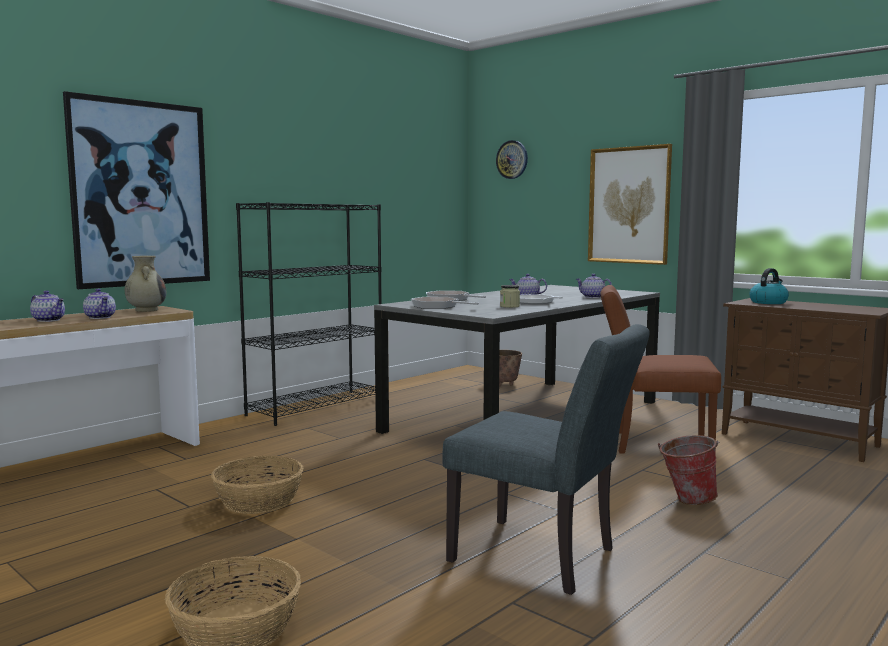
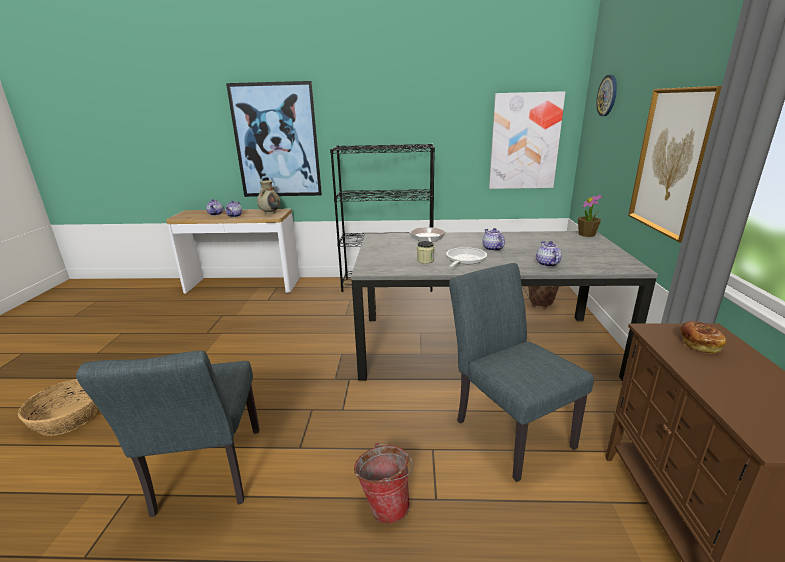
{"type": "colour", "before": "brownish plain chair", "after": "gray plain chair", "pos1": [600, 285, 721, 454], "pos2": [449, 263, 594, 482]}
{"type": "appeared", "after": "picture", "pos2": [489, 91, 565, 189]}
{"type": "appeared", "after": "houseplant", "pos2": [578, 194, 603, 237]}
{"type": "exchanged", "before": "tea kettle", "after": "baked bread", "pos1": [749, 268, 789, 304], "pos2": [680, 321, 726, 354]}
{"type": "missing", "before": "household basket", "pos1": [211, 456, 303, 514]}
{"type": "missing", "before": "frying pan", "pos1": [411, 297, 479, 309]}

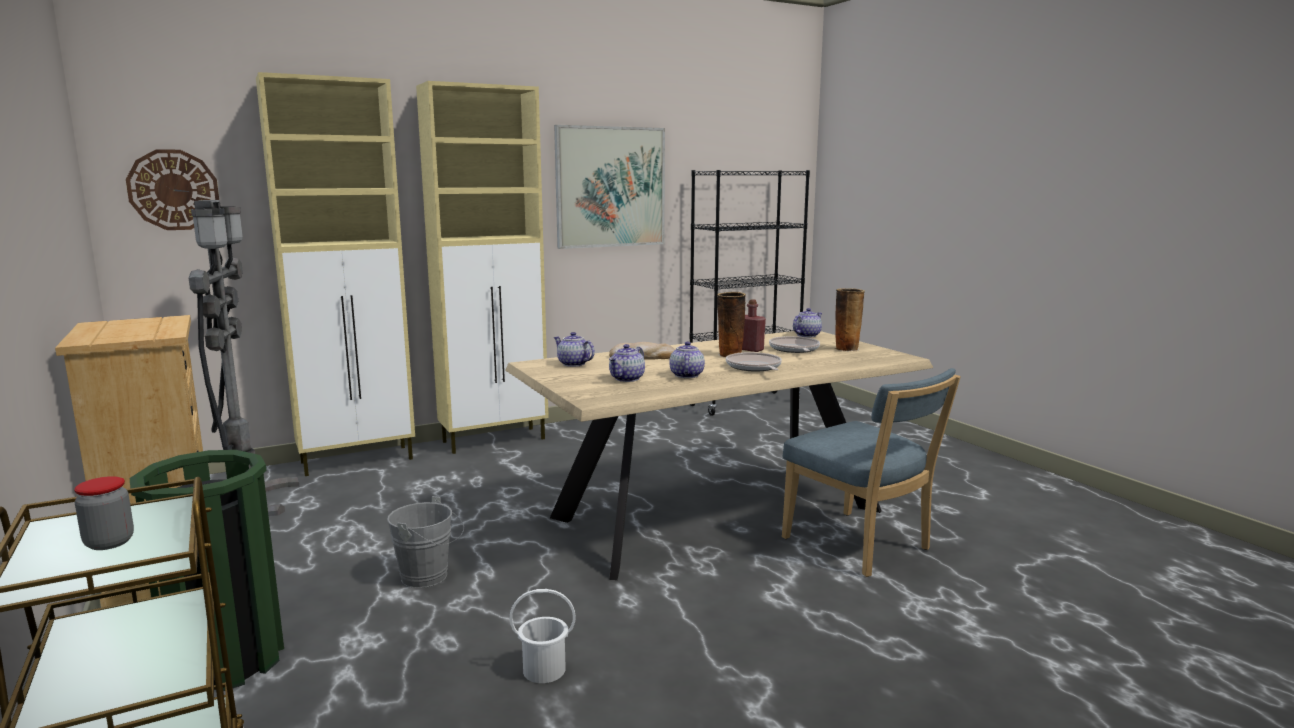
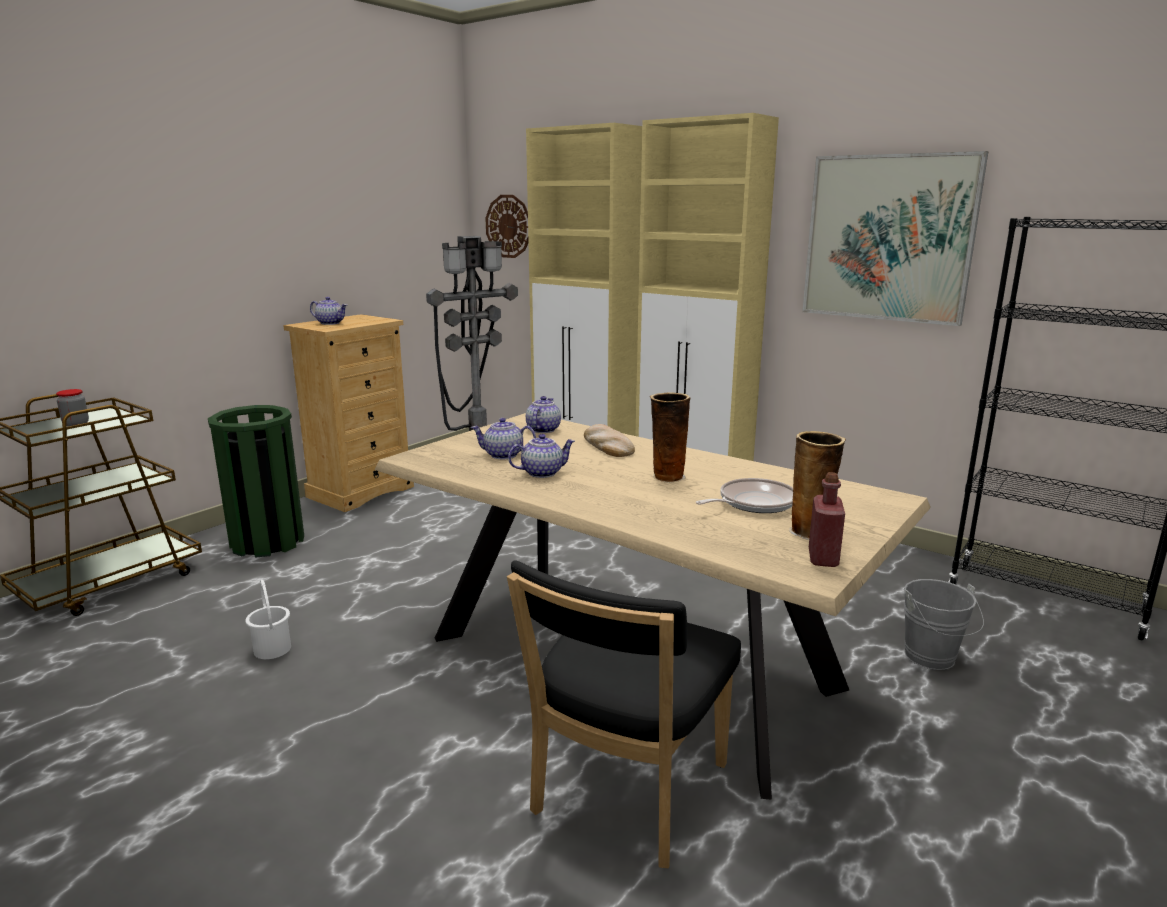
{"type": "relocated", "before": "tea pot", "pos1": [793, 308, 822, 337], "pos2": [310, 297, 347, 325]}
{"type": "colour", "before": "bluish plain chair", "after": "black-coloured plain chair", "pos1": [782, 368, 961, 577], "pos2": [507, 561, 741, 868]}
{"type": "relocated", "before": "red beverage bottle", "pos1": [742, 299, 766, 352], "pos2": [809, 472, 845, 567]}
{"type": "relocated", "before": "gray bucket", "pos1": [387, 496, 464, 588], "pos2": [904, 579, 984, 670]}
{"type": "missing", "before": "frying pan", "pos1": [726, 352, 782, 371]}

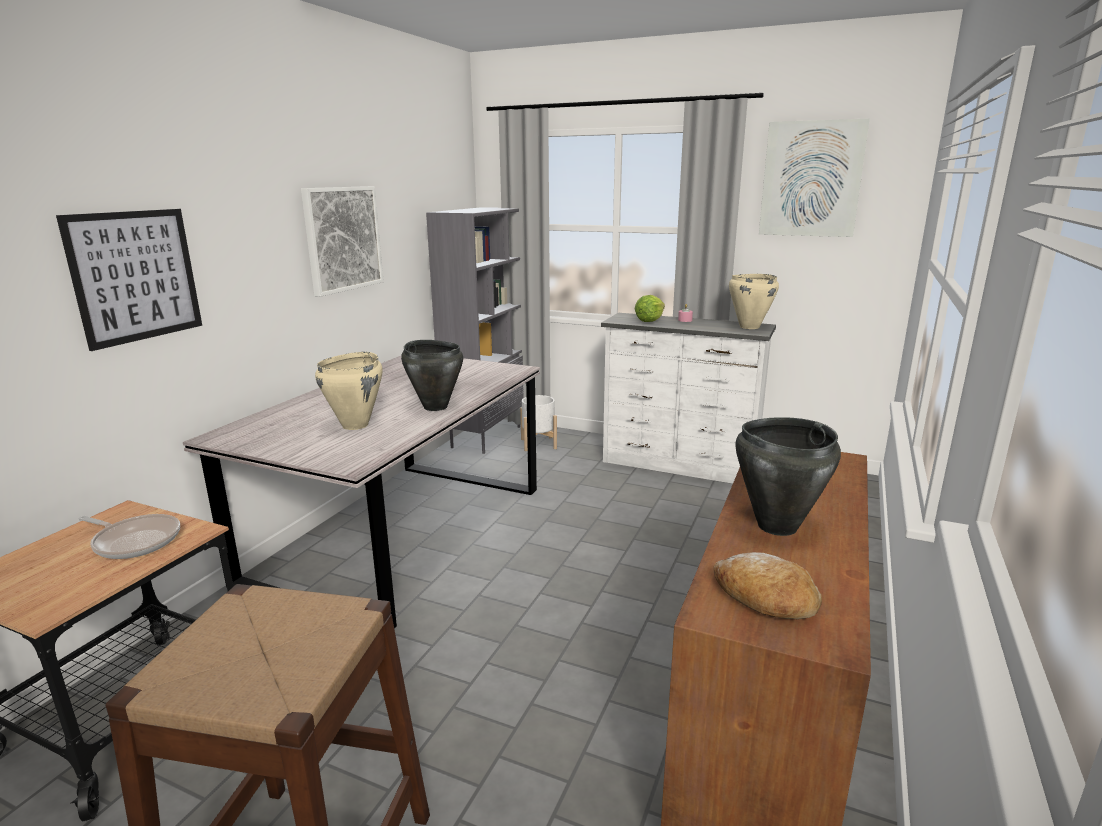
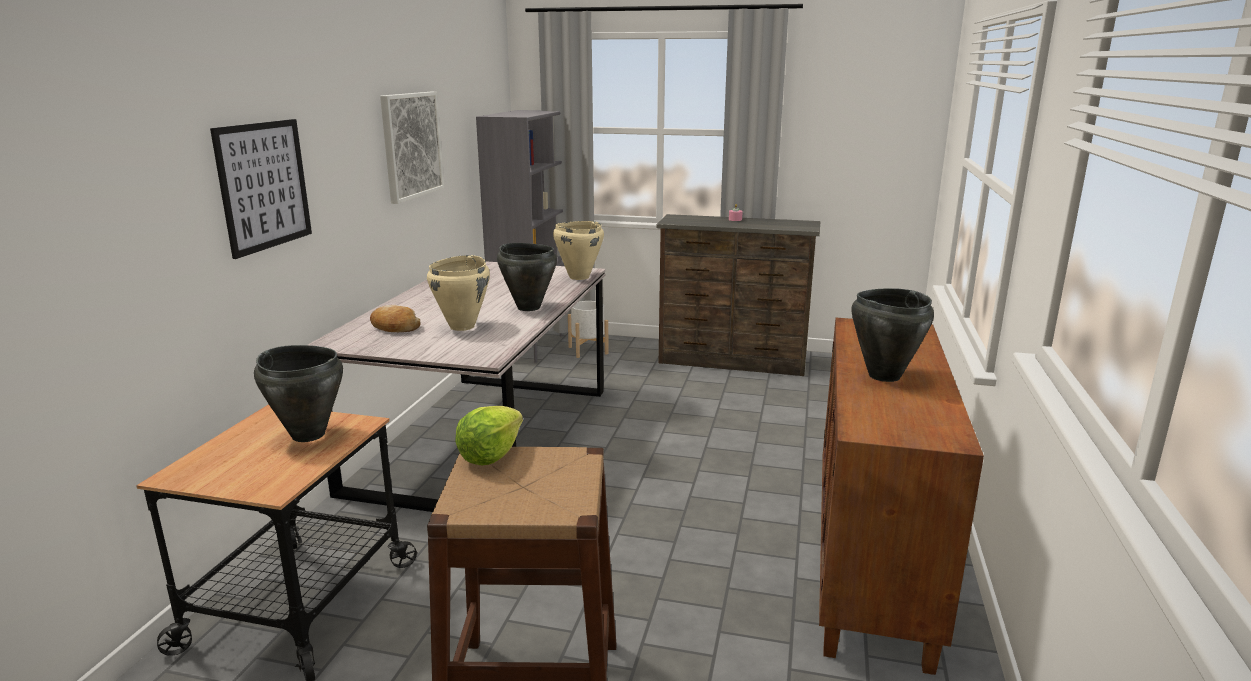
{"type": "exchanged", "before": "frying pan", "after": "black-coloured saucepot", "pos1": [78, 514, 180, 559], "pos2": [254, 345, 343, 442]}
{"type": "relocated", "before": "baked bread", "pos1": [714, 552, 822, 620], "pos2": [370, 305, 420, 332]}
{"type": "relocated", "before": "lettuce", "pos1": [635, 295, 665, 322], "pos2": [455, 406, 523, 465]}
{"type": "relocated", "before": "beige-coloured saucepot", "pos1": [729, 274, 779, 329], "pos2": [553, 221, 604, 280]}
{"type": "colour", "before": "whitish dresser", "after": "brownish dresser", "pos1": [601, 313, 776, 484], "pos2": [656, 214, 821, 376]}
{"type": "missing", "before": "picture", "pos1": [759, 118, 870, 237]}

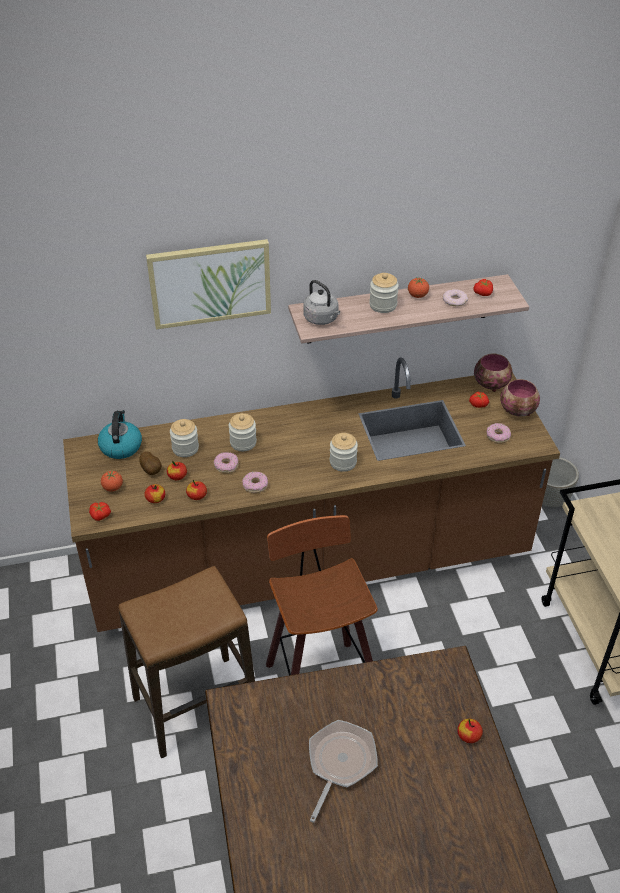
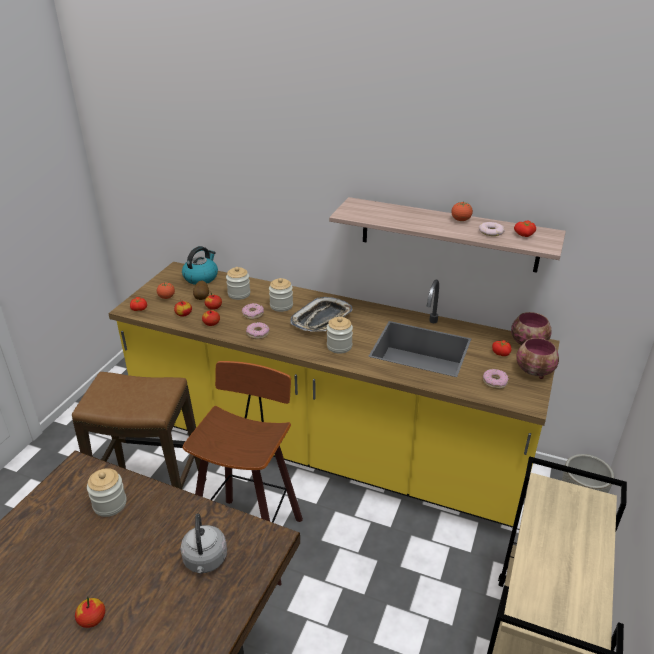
{"type": "relocated", "before": "apple", "pos1": [457, 719, 483, 743], "pos2": [75, 597, 105, 628]}
{"type": "relocated", "before": "storage jar", "pos1": [369, 273, 399, 313], "pos2": [87, 468, 127, 517]}
{"type": "colour", "before": "brownish kitchen counter", "after": "yellow-coloured kitchen counter", "pos1": [63, 357, 560, 632], "pos2": [108, 262, 560, 528]}
{"type": "relocated", "before": "gray tea kettle", "pos1": [303, 280, 340, 325], "pos2": [180, 513, 227, 574]}
{"type": "appeared", "after": "carrying tray", "pos2": [290, 297, 352, 332]}
{"type": "missing", "before": "picture", "pos1": [146, 239, 271, 330]}
{"type": "missing", "before": "frying pan", "pos1": [309, 720, 378, 823]}

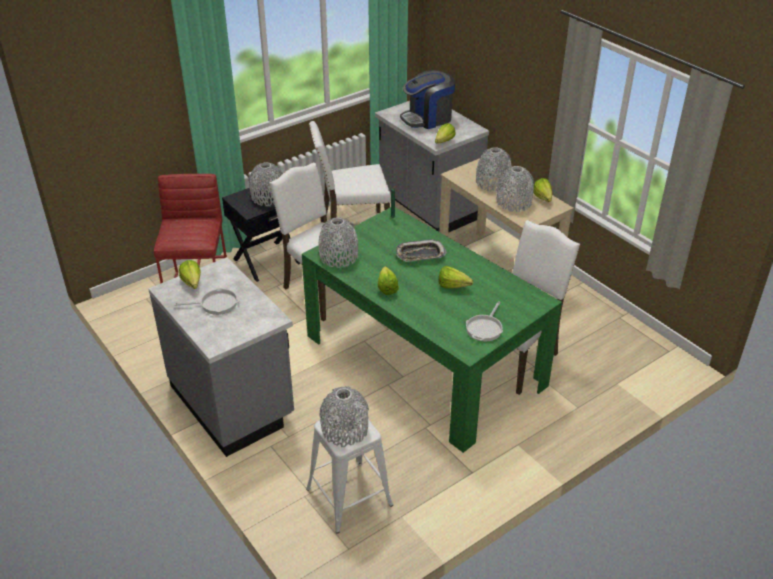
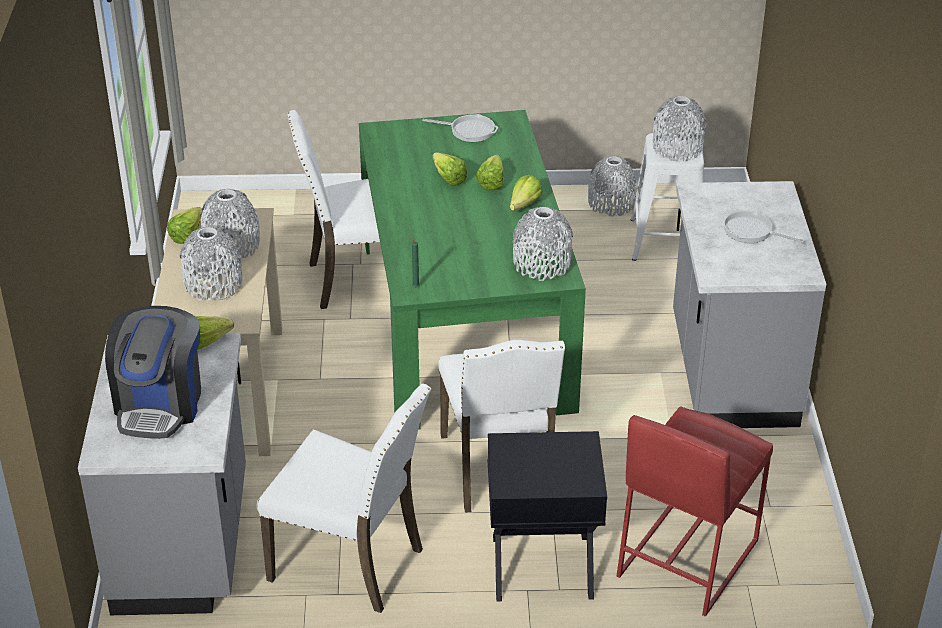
{"type": "spun", "before": "coffee machine", "pos1": [400, 70, 455, 129], "pos2": [105, 306, 201, 439], "turn": 90}
{"type": "spun", "before": "frying pan", "pos1": [466, 301, 503, 342], "pos2": [422, 114, 498, 142], "turn": 45}
{"type": "relocated", "before": "lettuce", "pos1": [179, 260, 201, 289], "pos2": [476, 155, 504, 190]}
{"type": "relocated", "before": "gray flower vase", "pos1": [249, 162, 283, 207], "pos2": [588, 156, 636, 216]}
{"type": "missing", "before": "carrying tray", "pos1": [396, 239, 447, 262]}

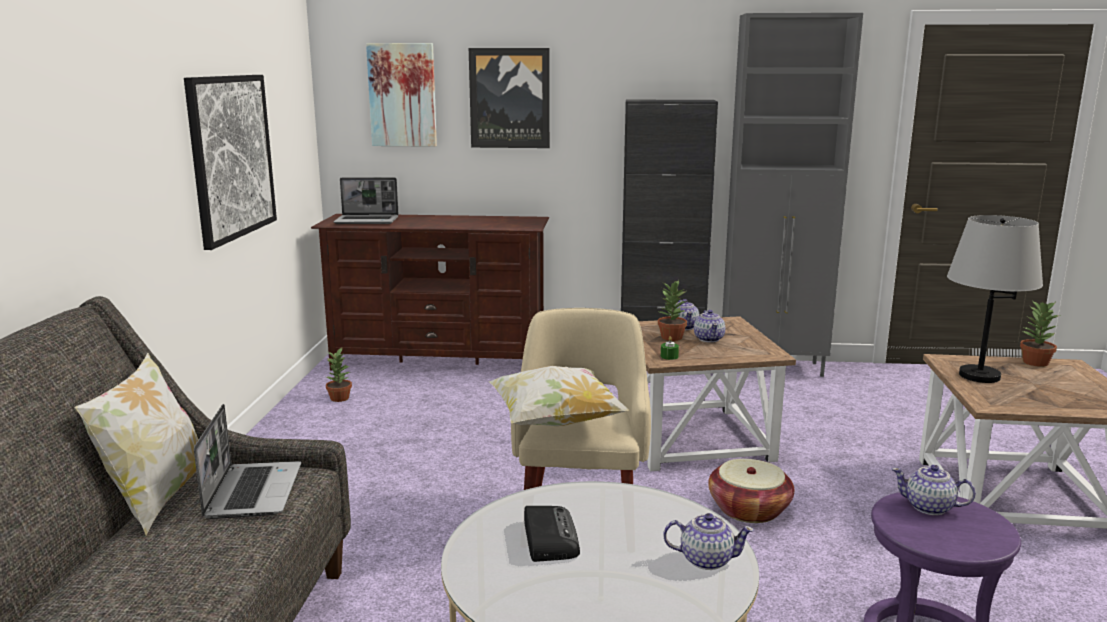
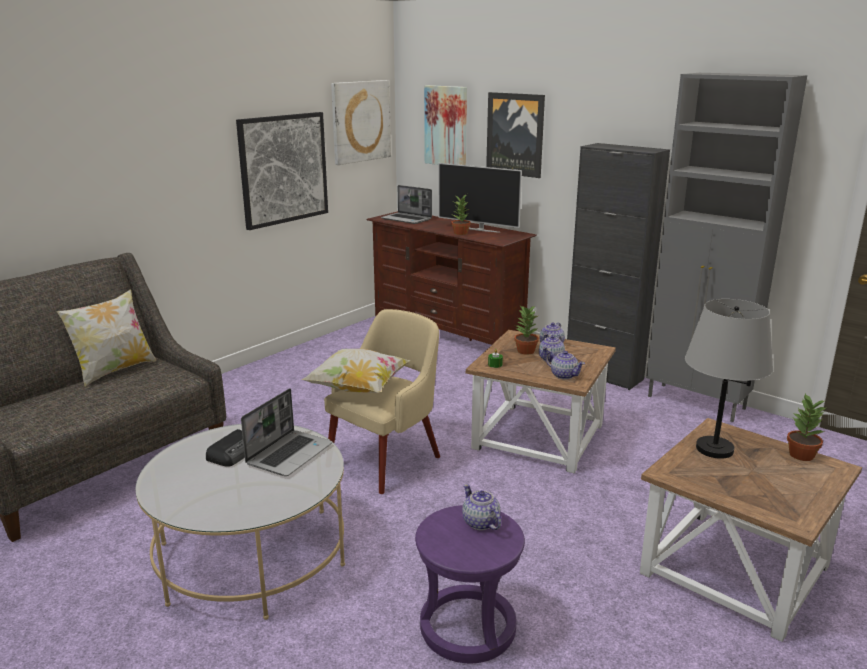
{"type": "relocated", "before": "laptop", "pos1": [194, 404, 301, 519], "pos2": [241, 388, 332, 476]}
{"type": "appeared", "after": "picture", "pos2": [331, 80, 391, 165]}
{"type": "appeared", "after": "TV set", "pos2": [438, 163, 522, 233]}
{"type": "relocated", "before": "houseplant", "pos1": [326, 348, 352, 402], "pos2": [451, 194, 471, 235]}
{"type": "relocated", "before": "tea pot", "pos1": [663, 513, 754, 570], "pos2": [546, 351, 585, 379]}
{"type": "missing", "before": "household basket", "pos1": [708, 459, 794, 523]}

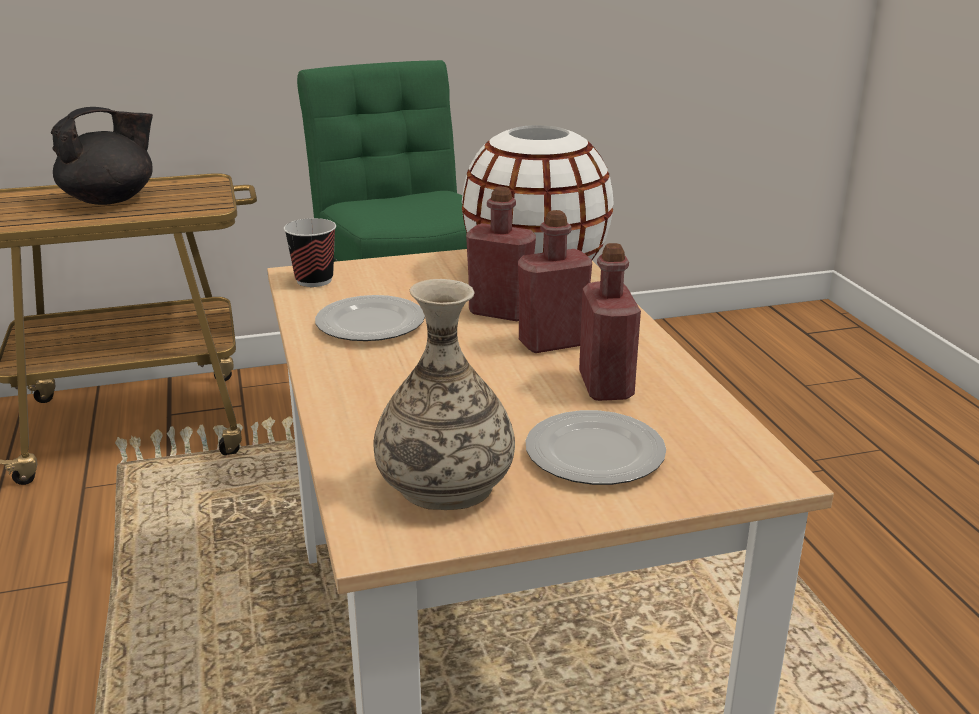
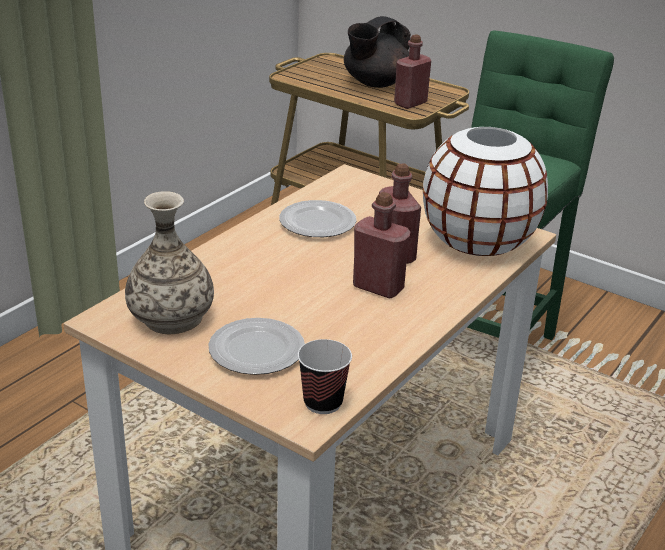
{"type": "relocated", "before": "drinking cup", "pos1": [284, 218, 336, 287], "pos2": [298, 339, 352, 414]}
{"type": "spun", "before": "black-coloured tea pot", "pos1": [51, 107, 153, 205], "pos2": [344, 16, 411, 88], "turn": 120}
{"type": "relocated", "before": "red beverage bottle", "pos1": [579, 243, 641, 401], "pos2": [394, 34, 431, 109]}

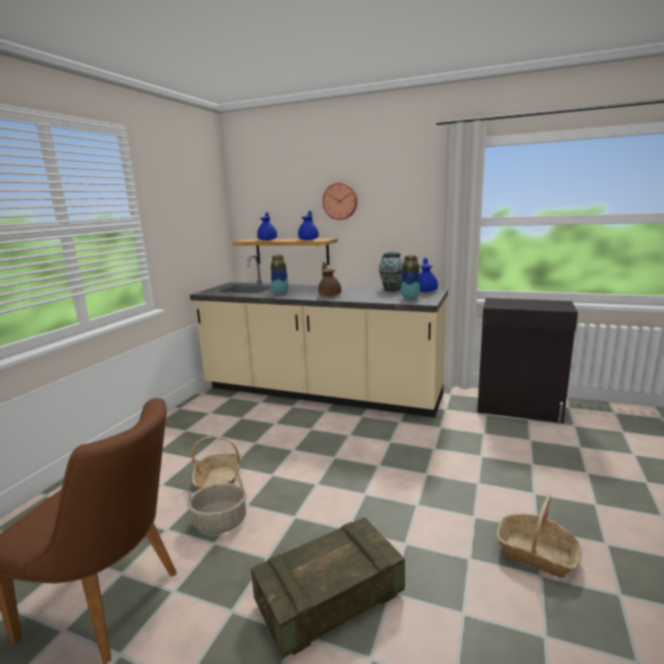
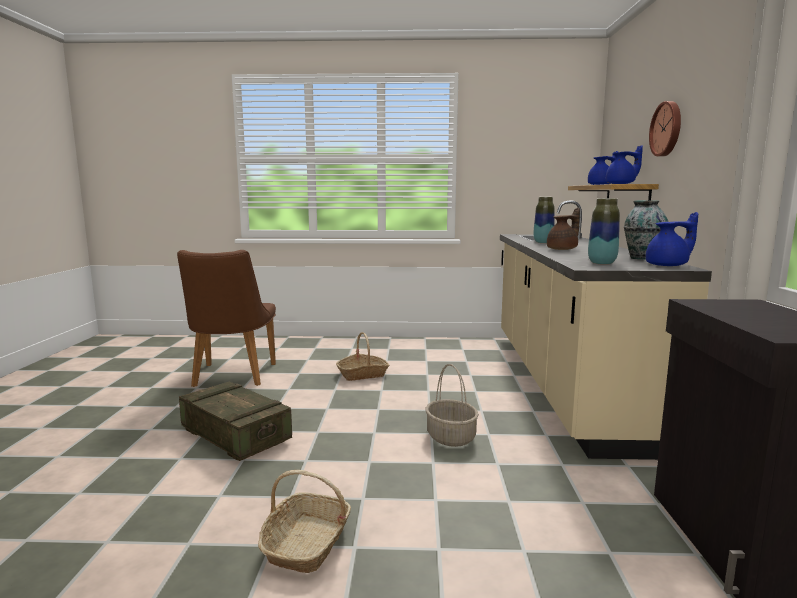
{"type": "relocated", "before": "household basket", "pos1": [187, 457, 246, 534], "pos2": [425, 364, 479, 447]}

